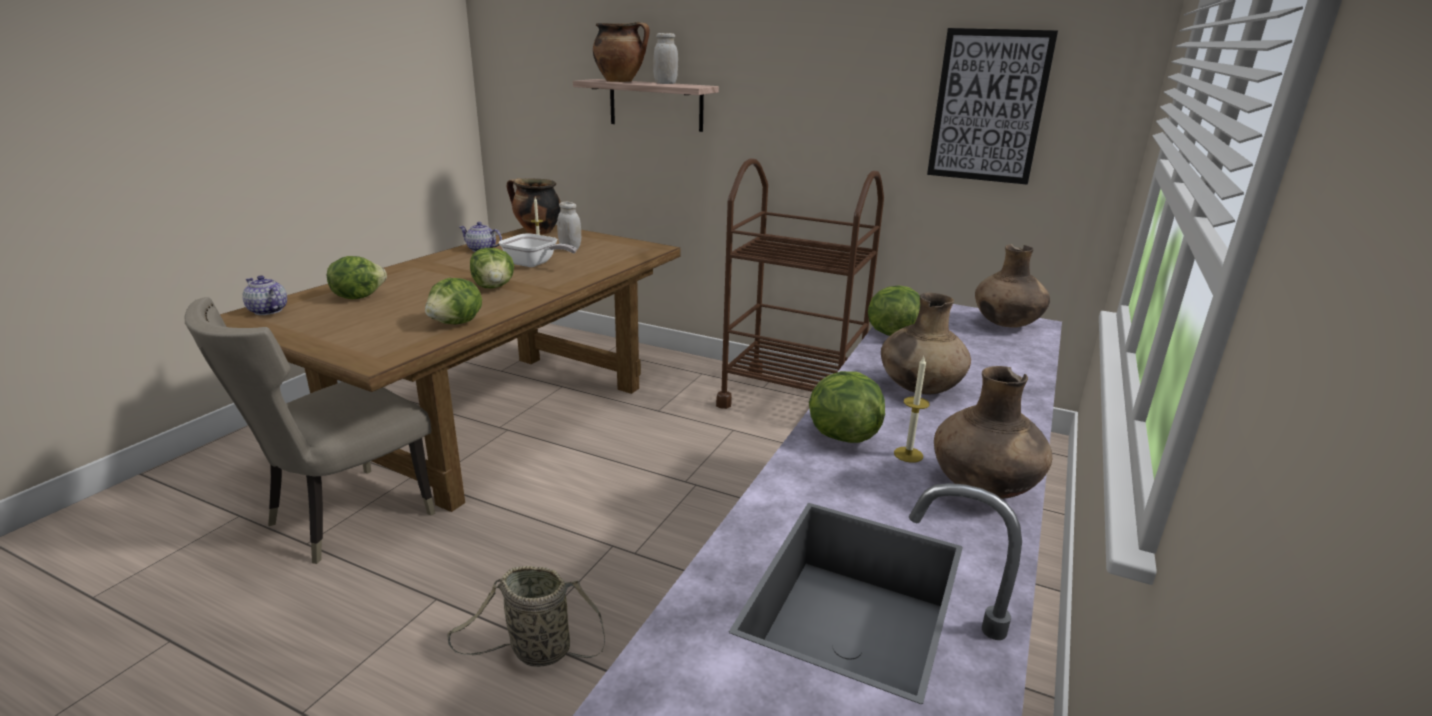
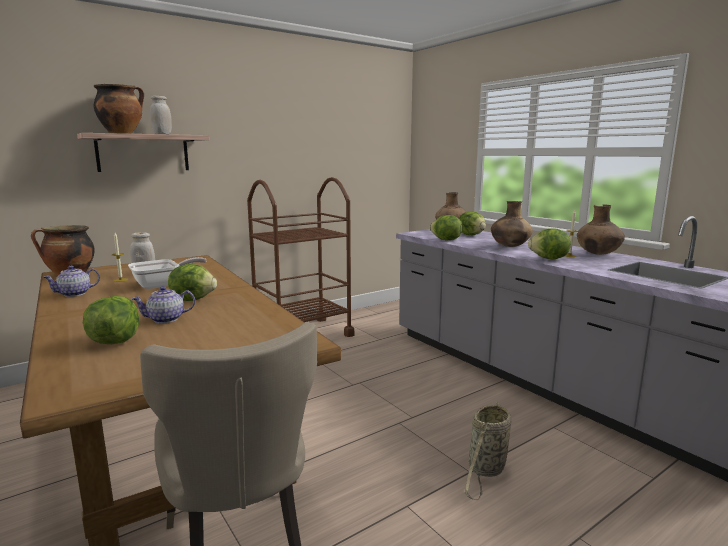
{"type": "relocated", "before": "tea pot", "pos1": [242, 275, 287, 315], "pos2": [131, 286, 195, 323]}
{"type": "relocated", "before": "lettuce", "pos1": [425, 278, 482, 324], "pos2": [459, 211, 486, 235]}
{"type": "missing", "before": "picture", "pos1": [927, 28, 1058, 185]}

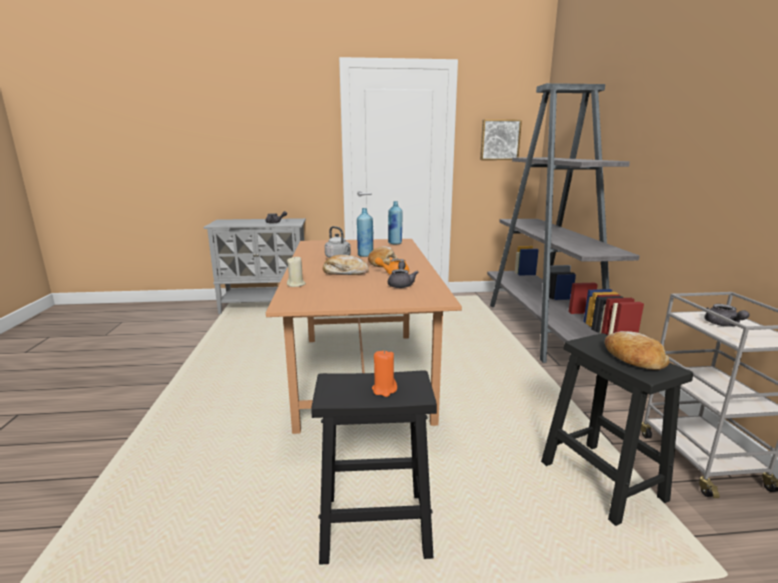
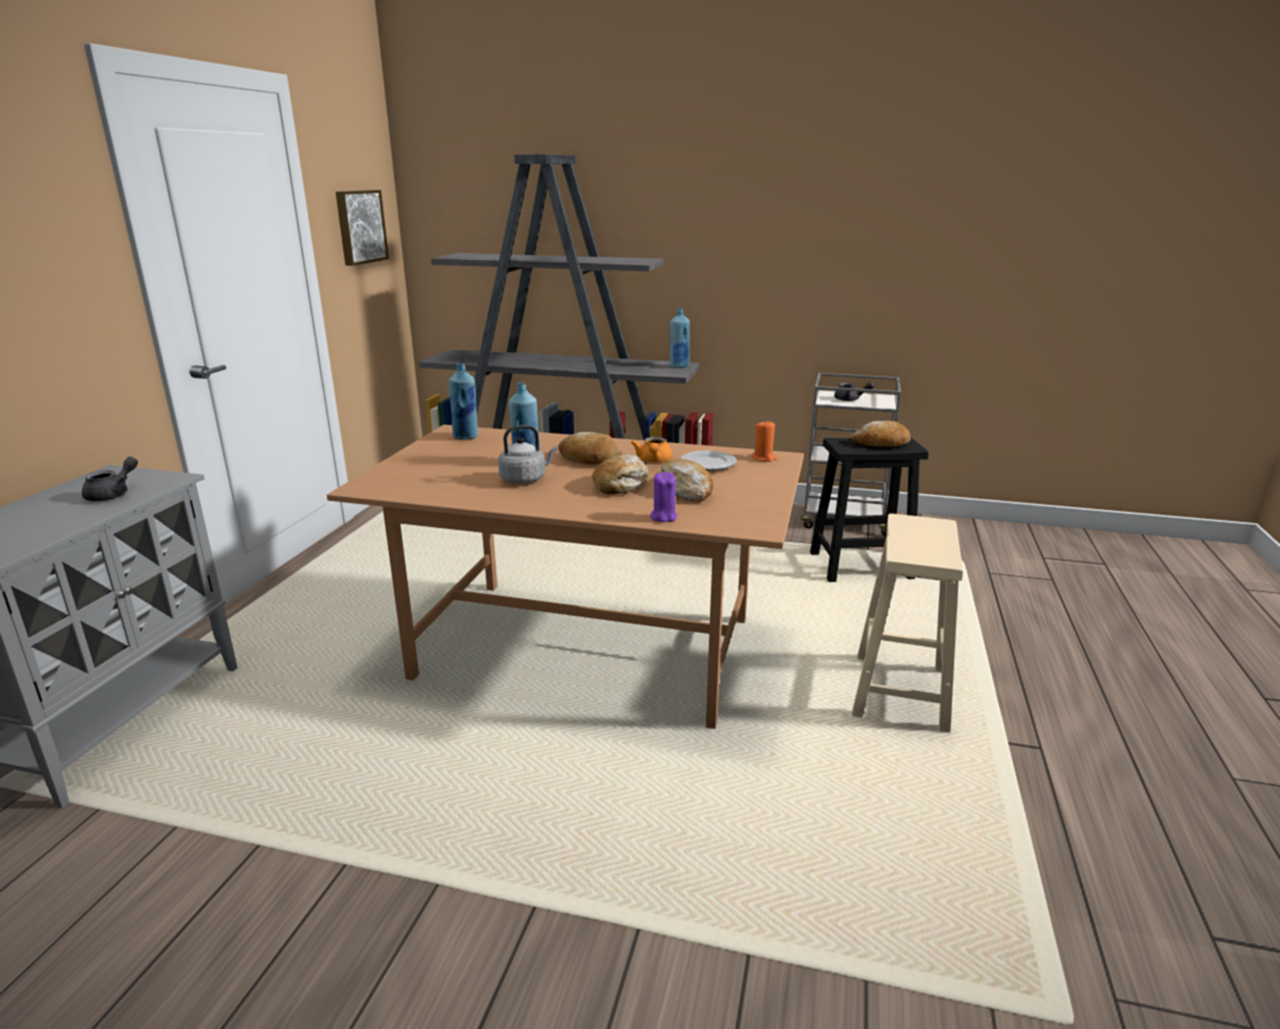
{"type": "colour", "before": "beige-coloured candle", "after": "purple-coloured candle", "pos1": [287, 256, 306, 287], "pos2": [650, 472, 677, 522]}
{"type": "appeared", "after": "baked bread", "pos2": [658, 459, 713, 502]}
{"type": "appeared", "after": "bluish beverage bottle", "pos2": [670, 308, 690, 368]}
{"type": "exchanged", "before": "gray tea pot", "after": "plate", "pos1": [388, 261, 418, 288], "pos2": [681, 451, 737, 471]}
{"type": "relocated", "before": "orange-coloured candle", "pos1": [372, 350, 397, 397], "pos2": [751, 420, 777, 462]}
{"type": "colour", "before": "black-coloured sitting stool", "after": "beige-coloured sitting stool", "pos1": [311, 370, 437, 565], "pos2": [852, 513, 963, 733]}

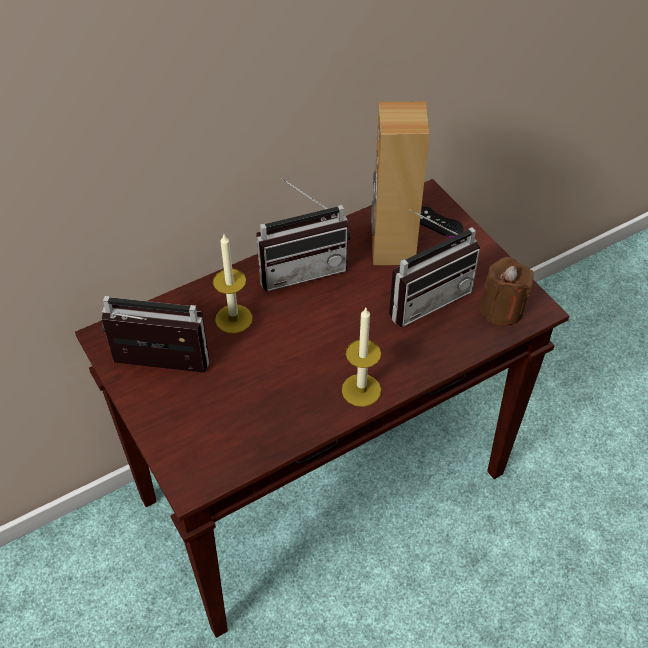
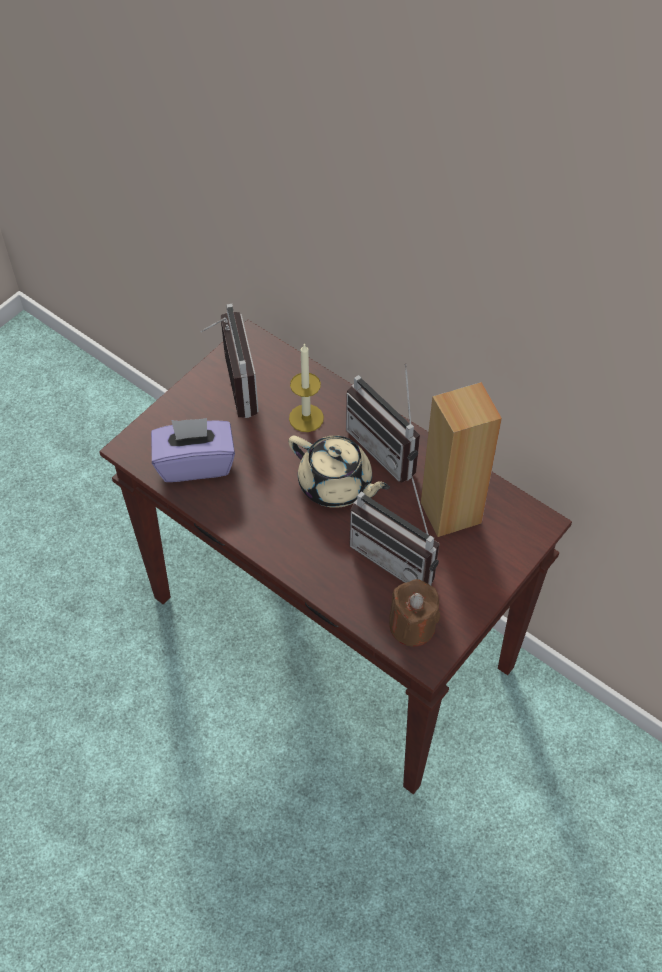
{"type": "appeared", "after": "purple-coloured tissue box", "pos2": [151, 418, 235, 482]}
{"type": "appeared", "after": "beige-coloured tea pot", "pos2": [288, 435, 390, 508]}
{"type": "missing", "before": "candle", "pos1": [342, 308, 381, 407]}
{"type": "missing", "before": "black-coloured gamepad", "pos1": [420, 207, 463, 238]}

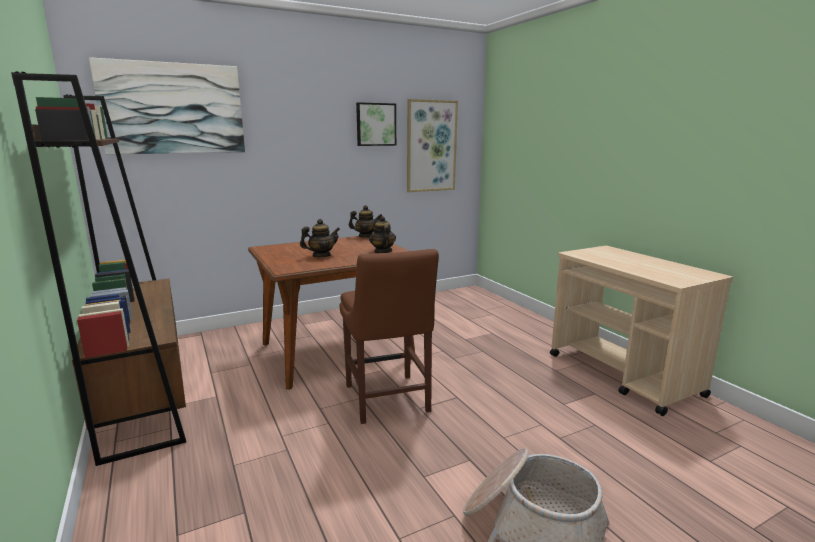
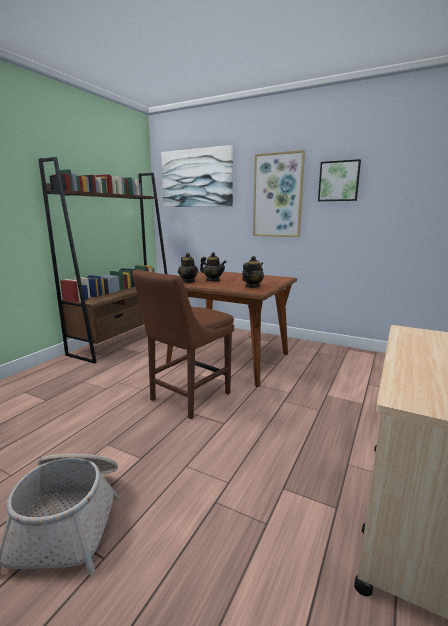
{"type": "relocated", "before": "tea pot", "pos1": [349, 205, 383, 238], "pos2": [178, 253, 199, 283]}
{"type": "relocated", "before": "picture", "pos1": [407, 99, 458, 192], "pos2": [253, 150, 305, 237]}

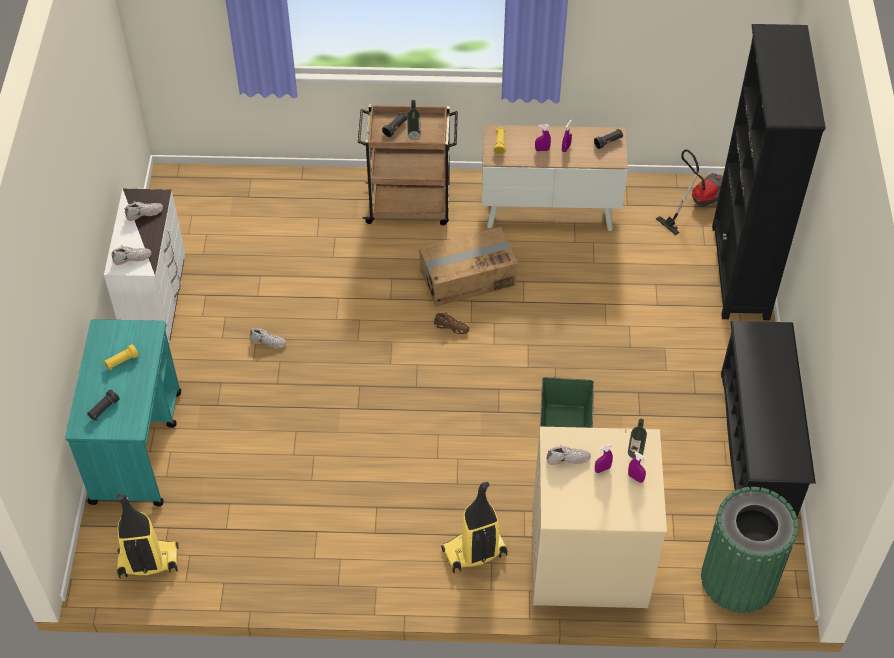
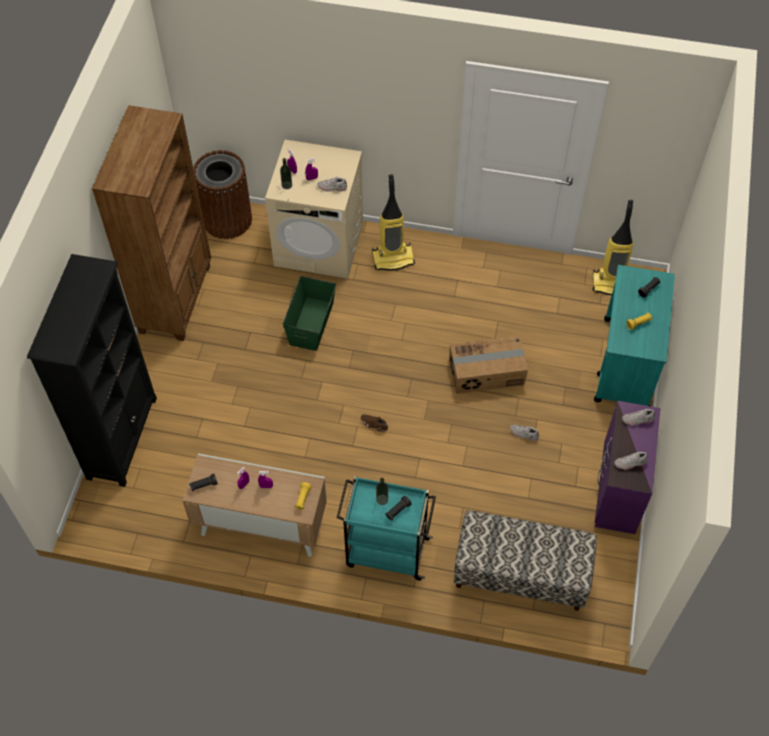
{"type": "exchanged", "before": "black-coloured shoe rack", "after": "brownish shelving unit", "pos1": [721, 321, 816, 520], "pos2": [92, 105, 211, 341]}
{"type": "colour", "before": "green waste bin", "after": "brownish waste bin", "pos1": [701, 487, 798, 613], "pos2": [193, 150, 252, 239]}
{"type": "colour", "before": "brownish cart", "after": "turquoise cart", "pos1": [358, 104, 458, 226], "pos2": [337, 476, 436, 581]}
{"type": "relocated", "before": "cardboard box", "pos1": [419, 227, 518, 307], "pos2": [449, 336, 528, 394]}
{"type": "appeared", "after": "long seat", "pos2": [454, 510, 597, 611]}
{"type": "colour", "before": "whitish dresser", "after": "purple-coloured dresser", "pos1": [104, 188, 185, 343], "pos2": [595, 401, 660, 534]}
{"type": "missing", "before": "vacuum cleaner", "pos1": [656, 149, 723, 235]}

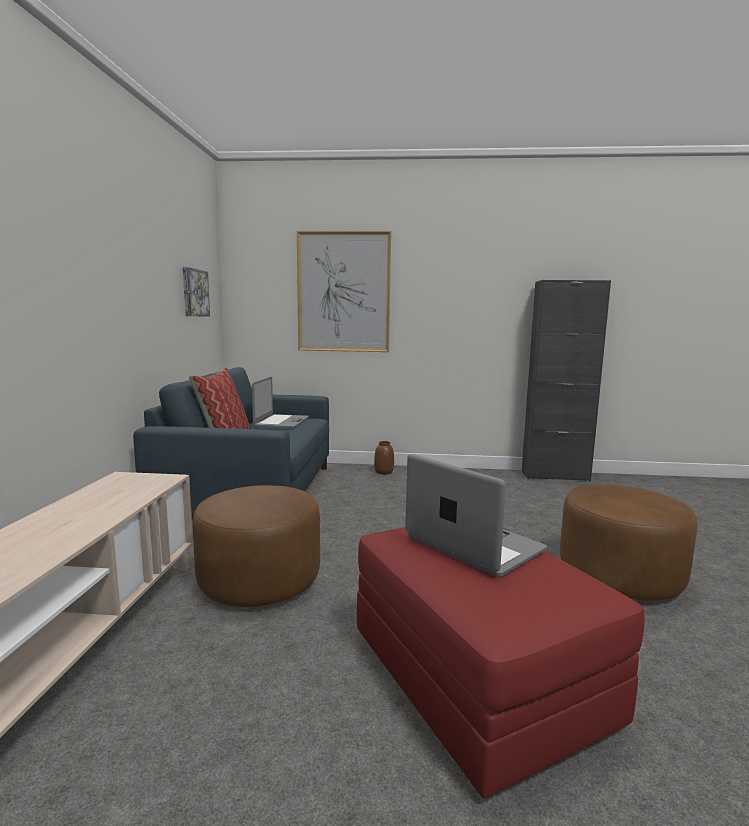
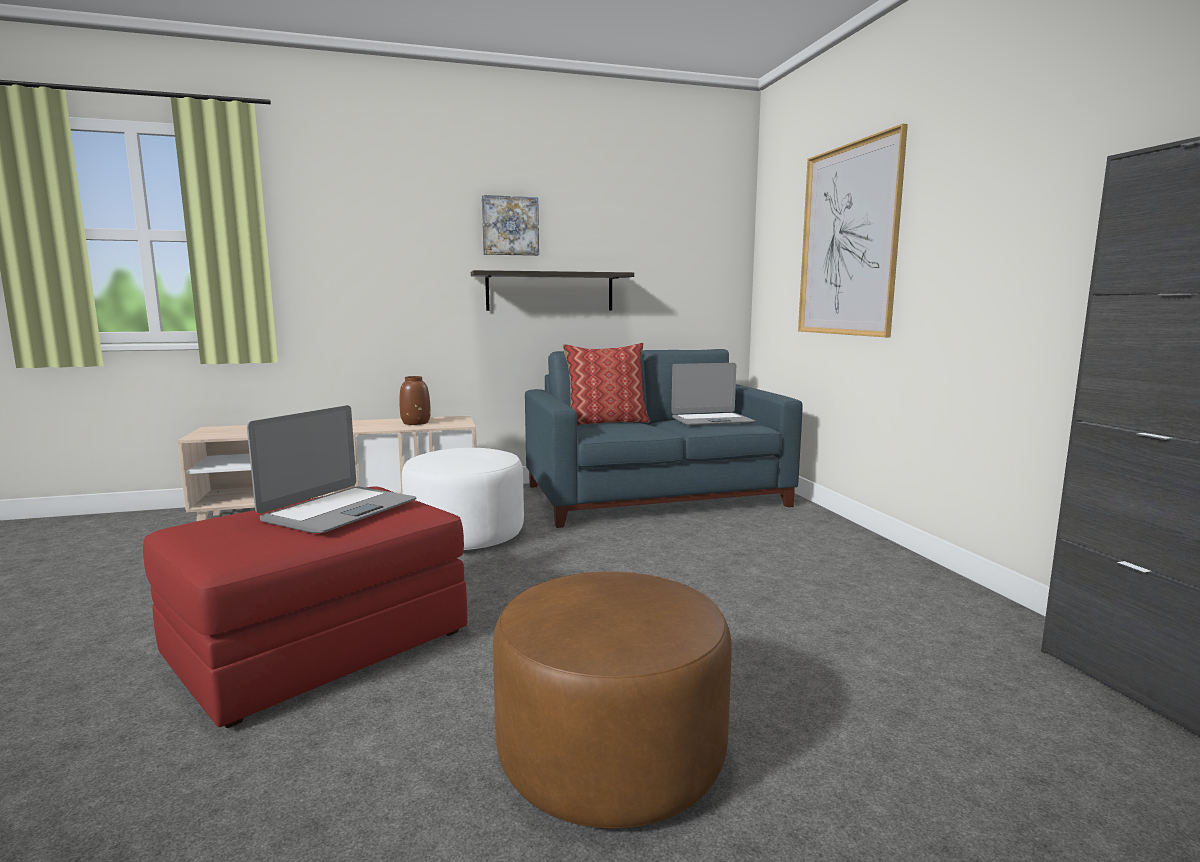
{"type": "relocated", "before": "brownish flower vase", "pos1": [374, 441, 394, 475], "pos2": [399, 376, 431, 425]}
{"type": "colour", "before": "brownish pouffe", "after": "whitish pouffe", "pos1": [192, 485, 320, 607], "pos2": [402, 448, 524, 550]}
{"type": "appeared", "after": "wall shelf", "pos2": [471, 270, 634, 311]}
{"type": "relocated", "before": "picture", "pos1": [183, 267, 210, 317], "pos2": [481, 195, 539, 256]}

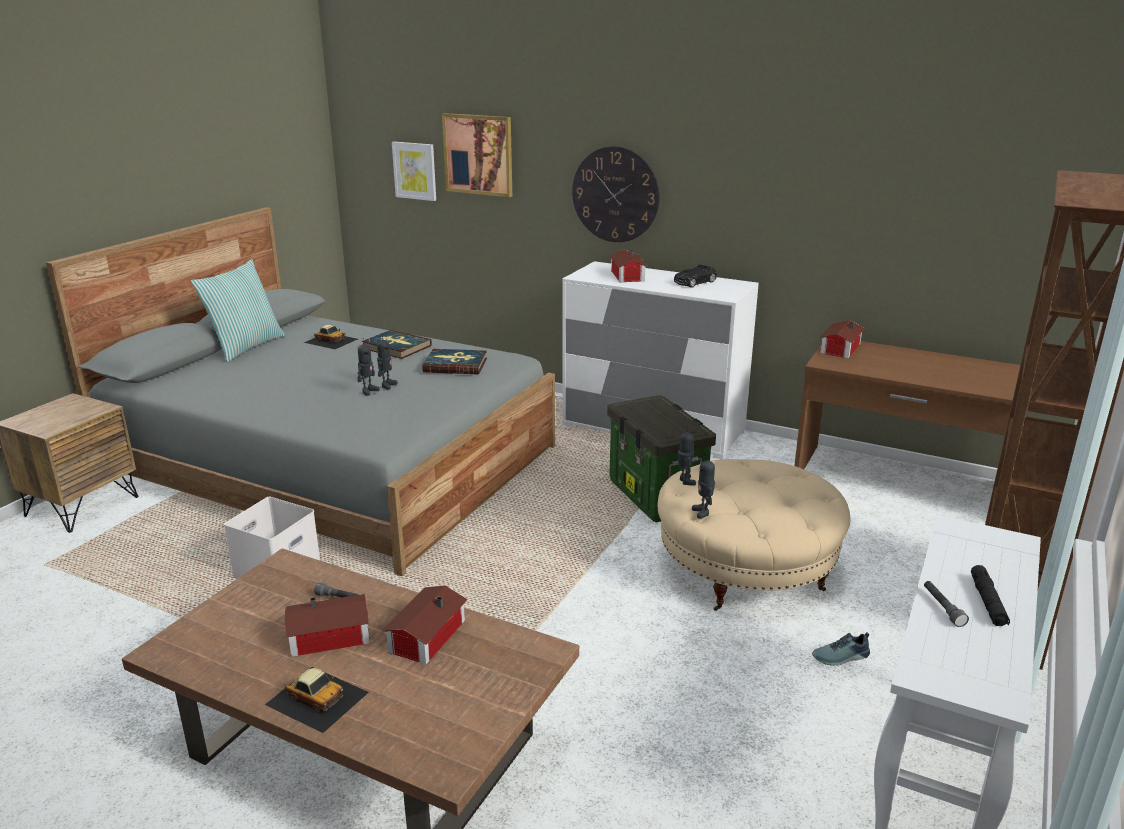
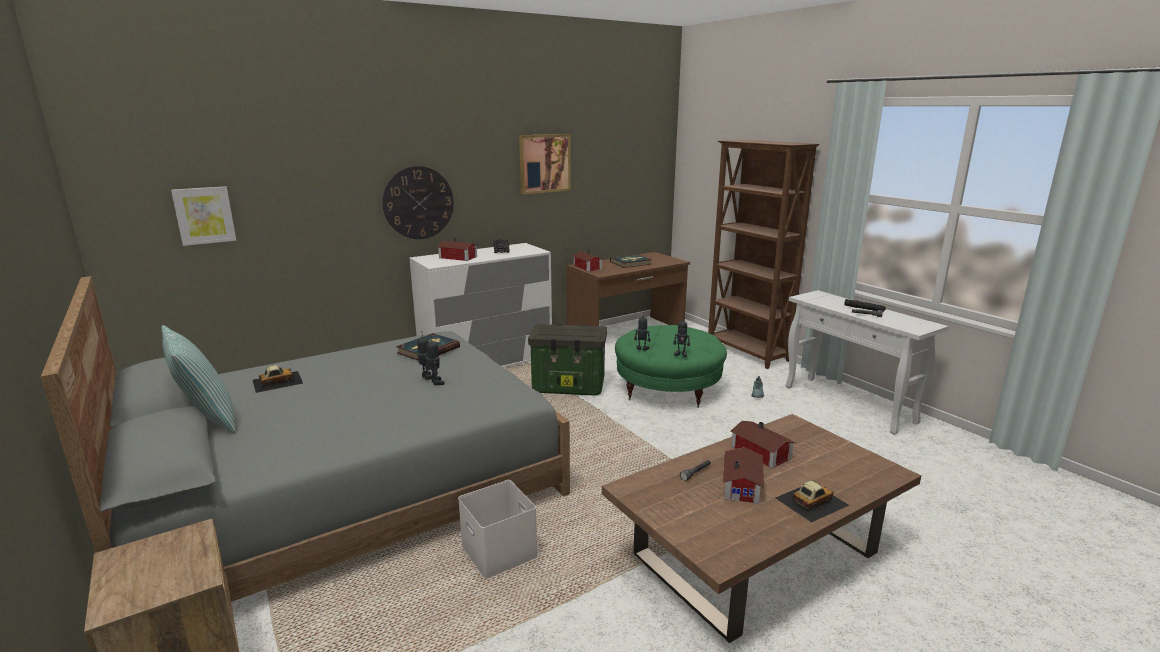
{"type": "relocated", "before": "picture", "pos1": [442, 113, 512, 197], "pos2": [519, 134, 571, 194]}
{"type": "relocated", "before": "volume", "pos1": [362, 330, 432, 359], "pos2": [610, 254, 652, 268]}
{"type": "colour", "before": "beige-coloured pouffe", "after": "green pouffe", "pos1": [658, 459, 851, 611], "pos2": [615, 325, 727, 408]}

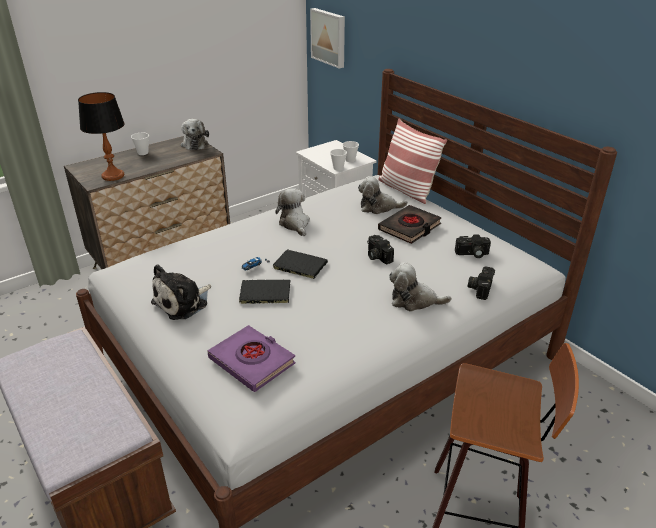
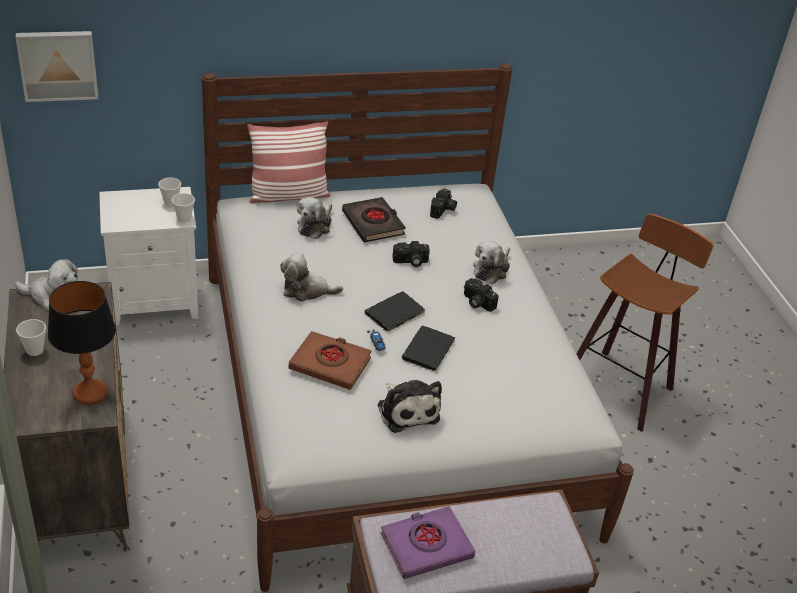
{"type": "appeared", "after": "brownish volume", "pos2": [289, 331, 372, 390]}
{"type": "relocated", "before": "purple-coloured volume", "pos1": [208, 325, 296, 392], "pos2": [380, 506, 475, 579]}
{"type": "relocated", "before": "photo camera", "pos1": [468, 266, 495, 300], "pos2": [464, 278, 499, 312]}

